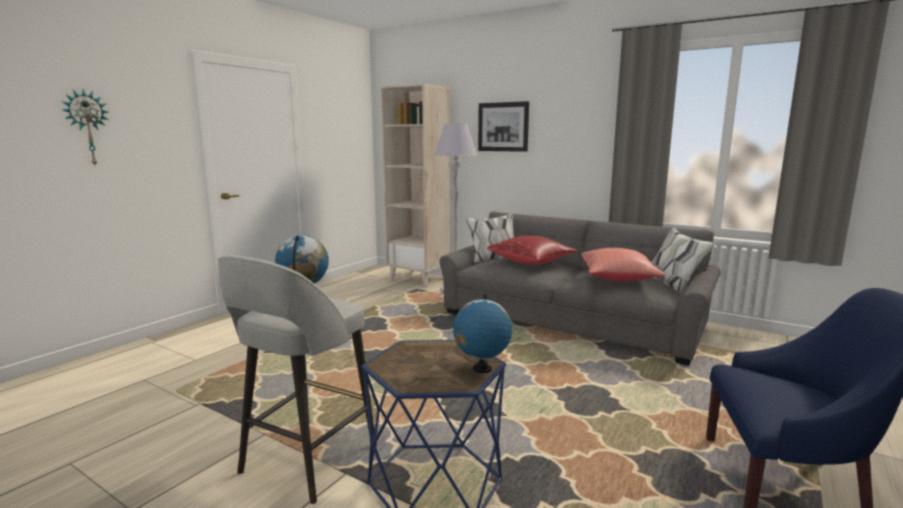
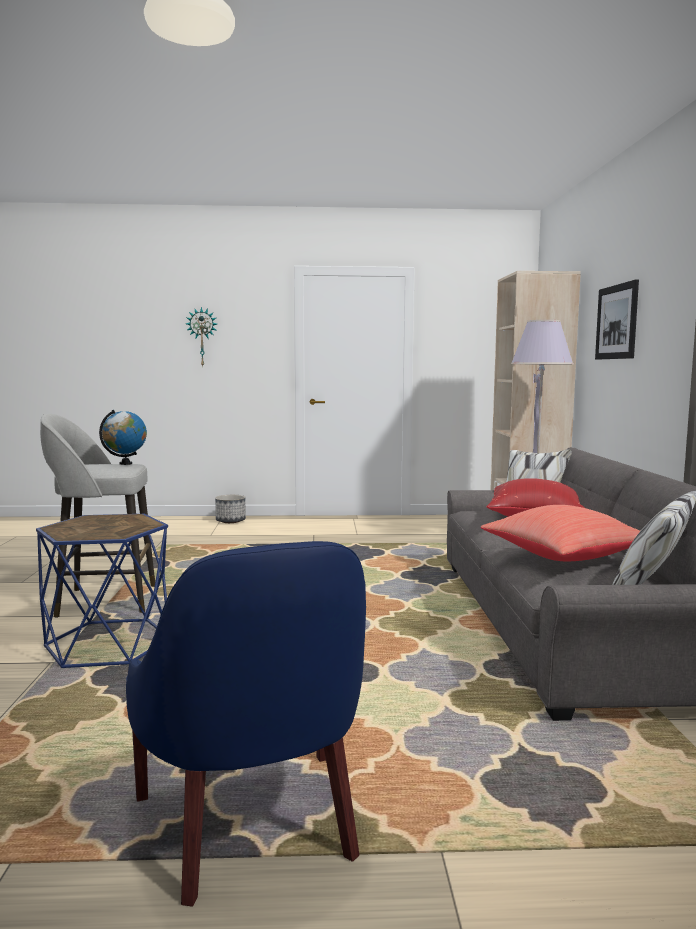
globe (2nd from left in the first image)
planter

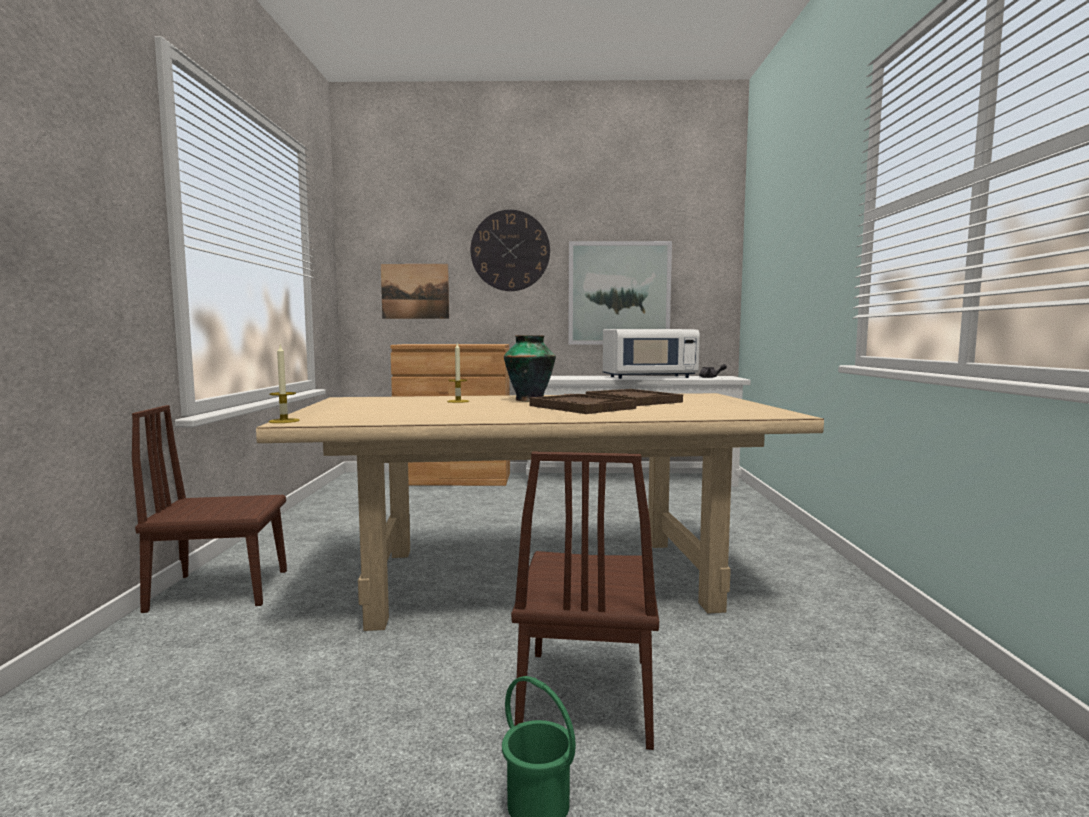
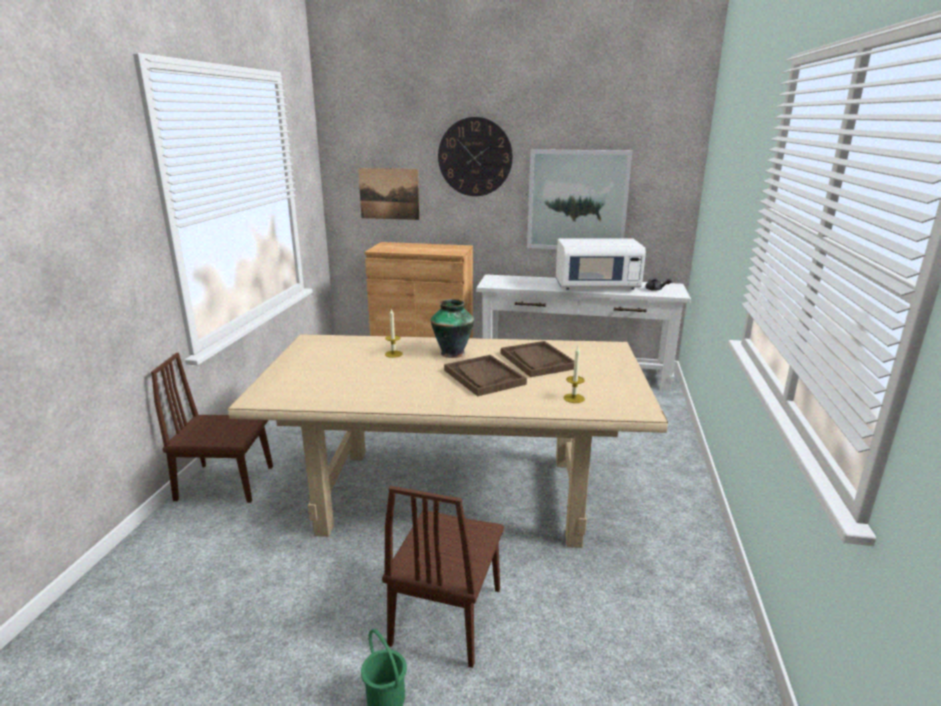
candle (2nd from left)

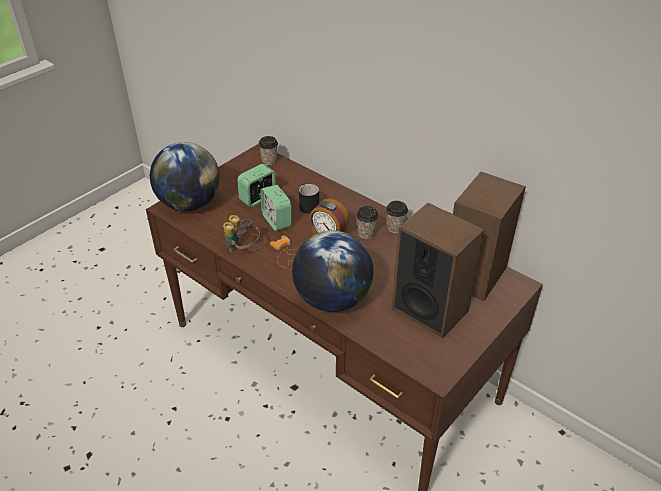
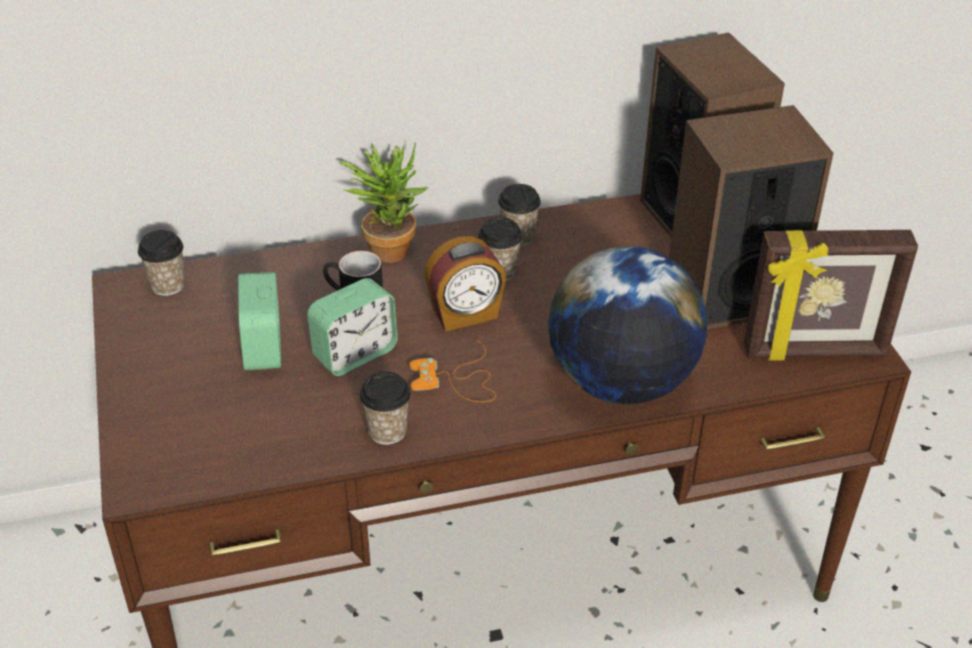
globe (1st from left in the first image)
alarm_clock (2nd from left)
cup (2nd from left)
potted_plant
picture_frame

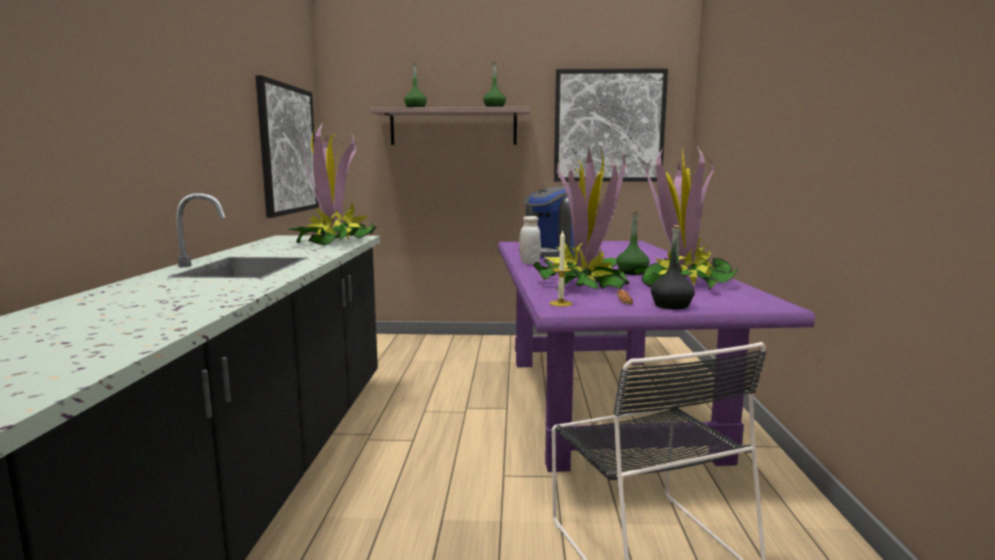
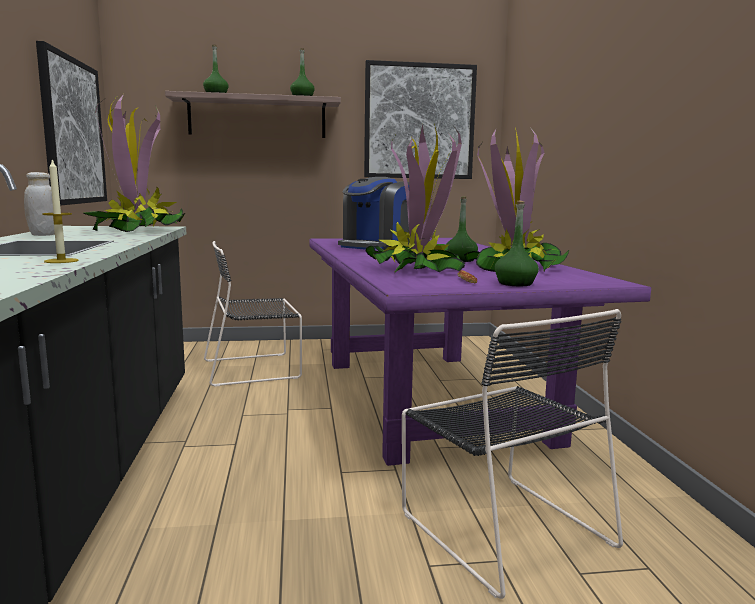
white_jar
green_bottle (4th from left)
candle
black_chair (1st from left)

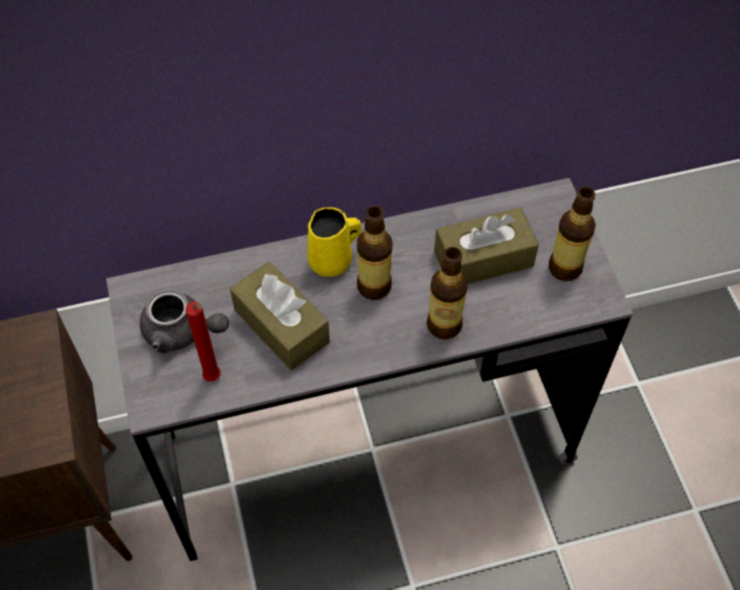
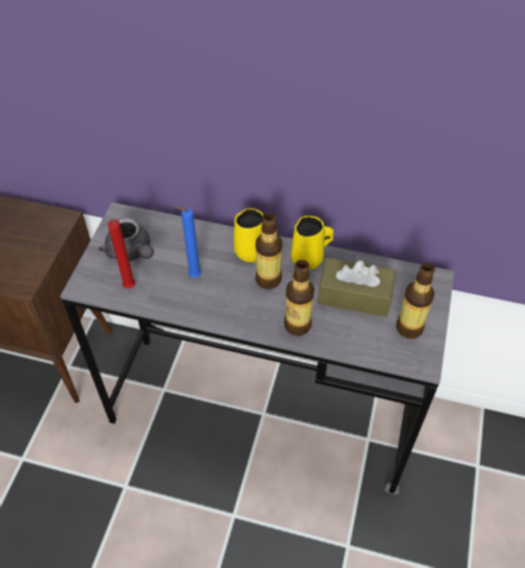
blue_candle
yellow_mug (2nd from left)

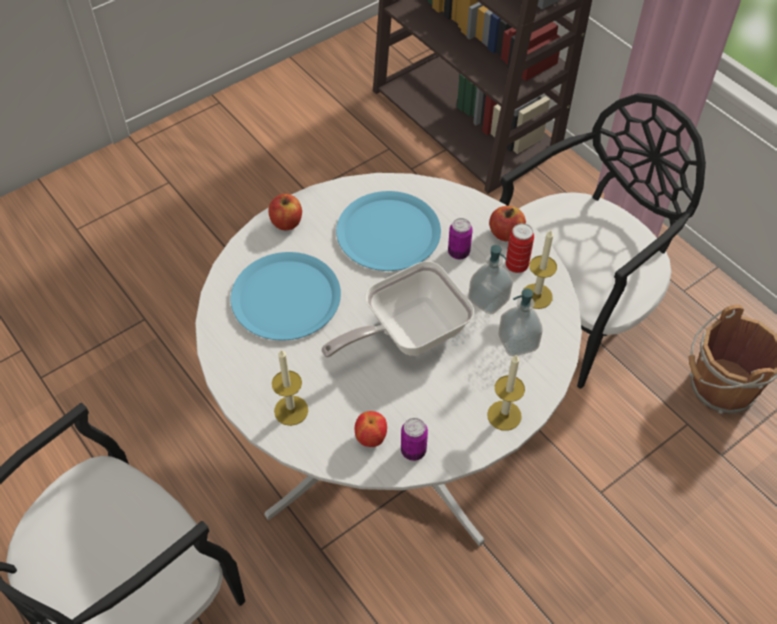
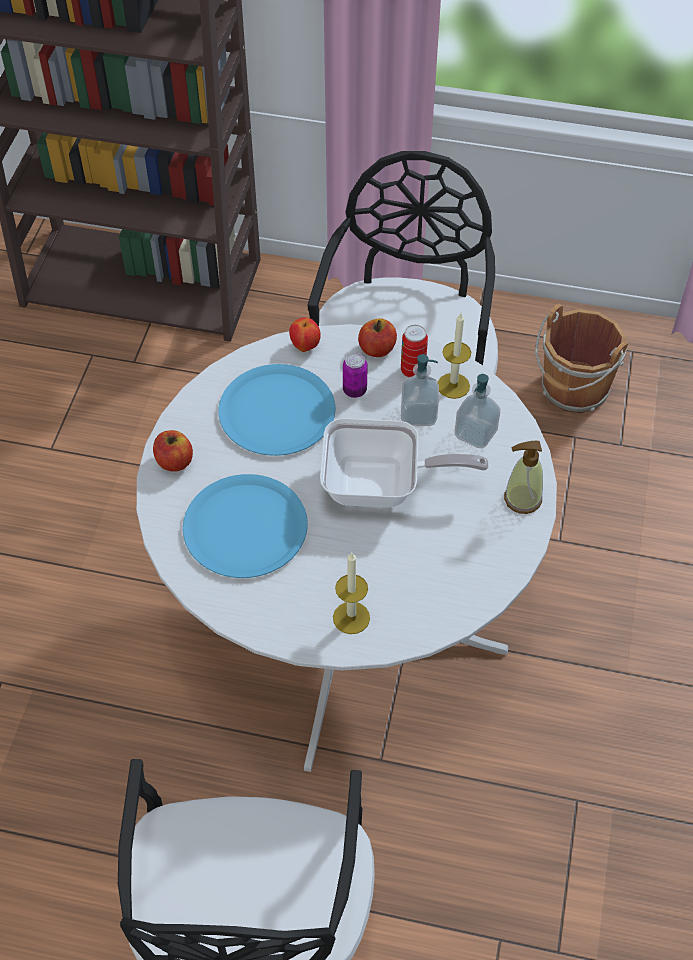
frying_pan
soap_dispenser (3rd from left)
apple (2nd from left)
can (1st from left in the first image)

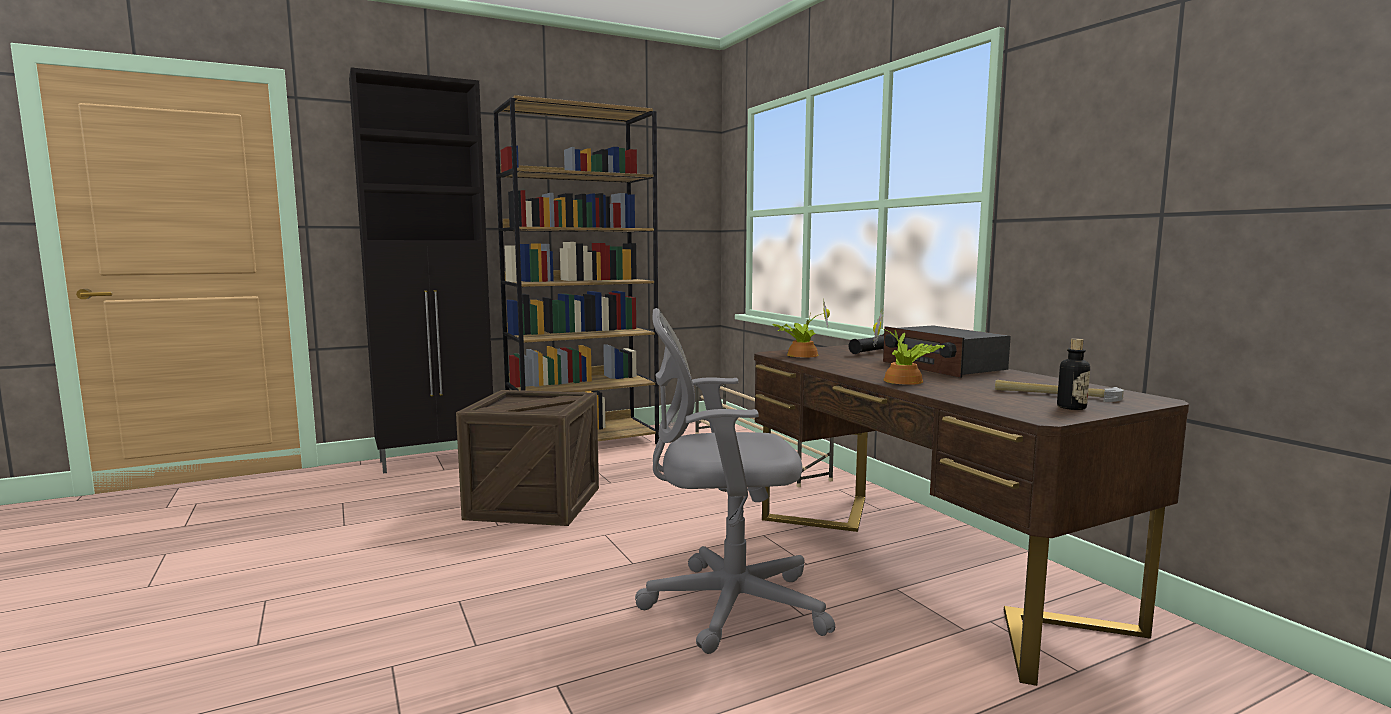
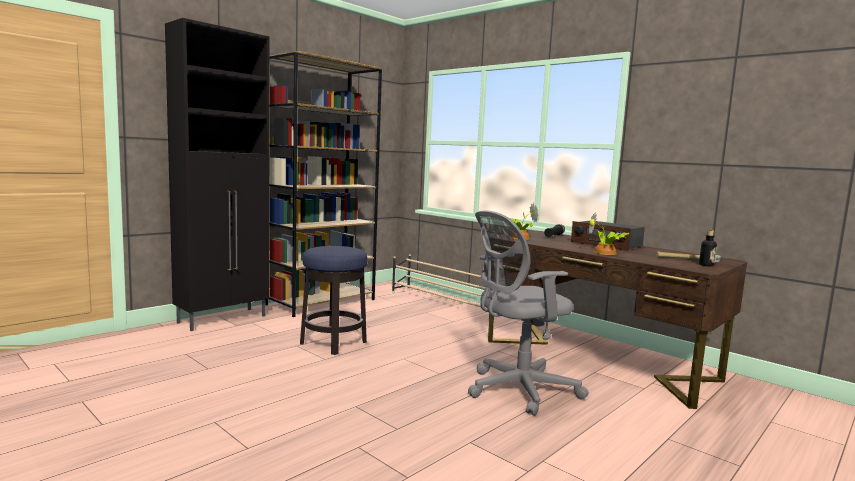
stool

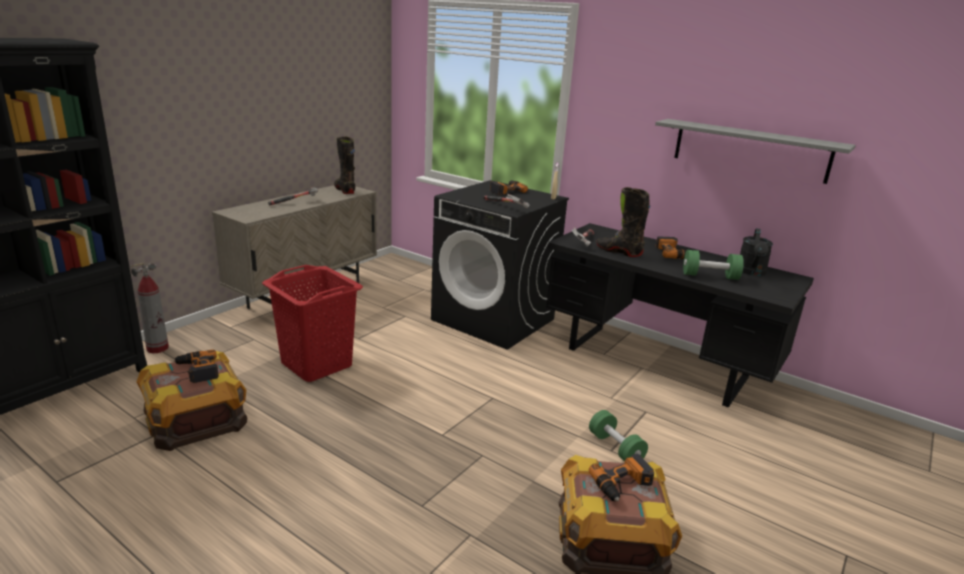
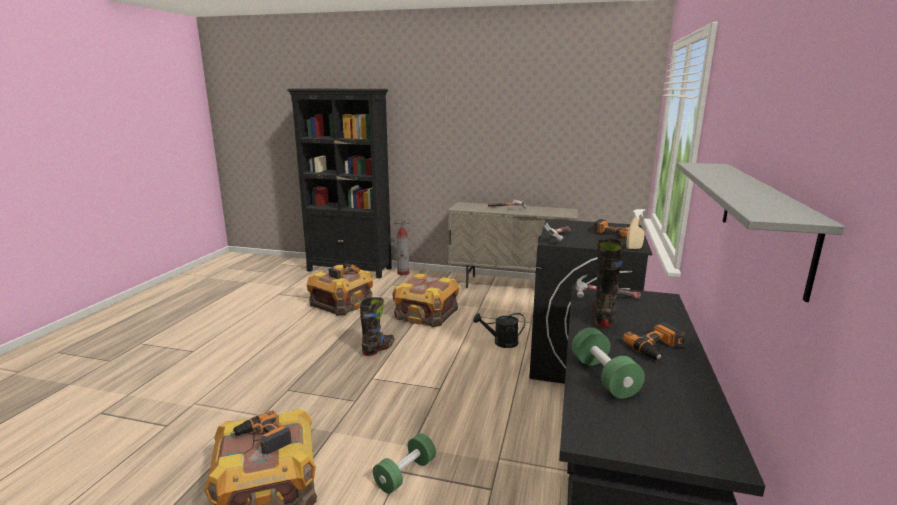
black_boot (1st from left)
black_watering_can
crate (3rd from left)

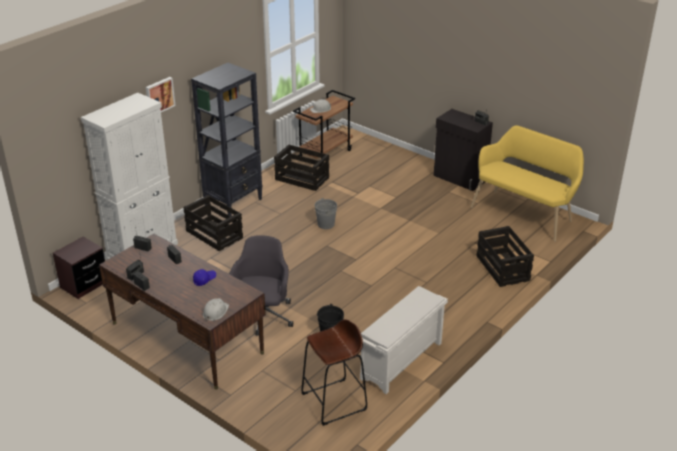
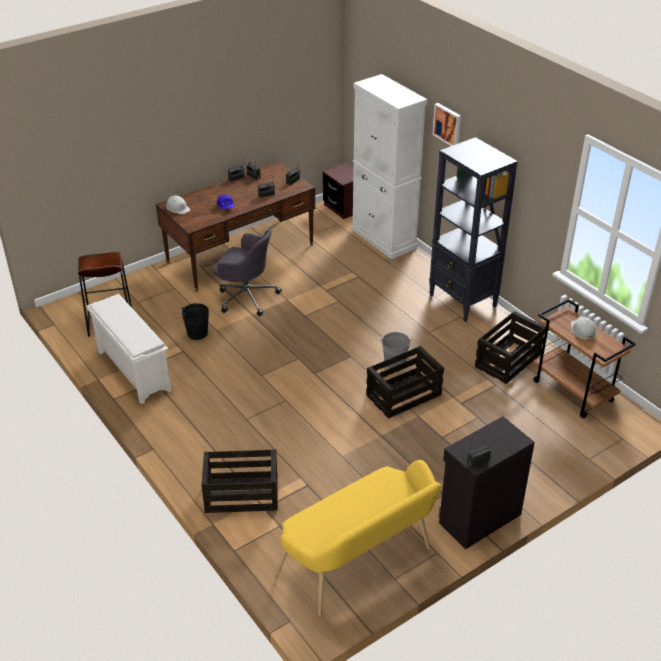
crate (2nd from left)

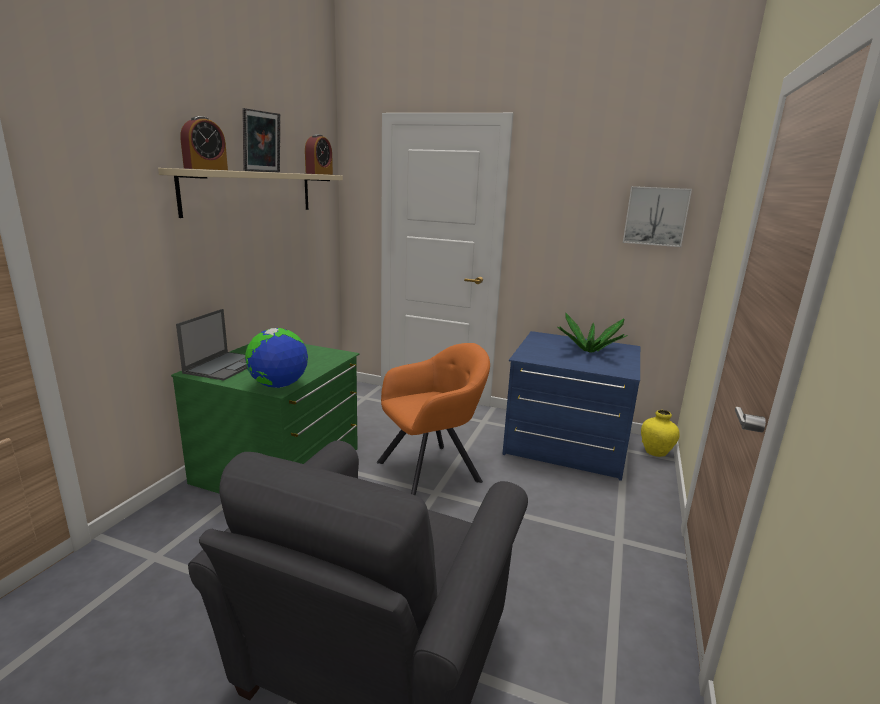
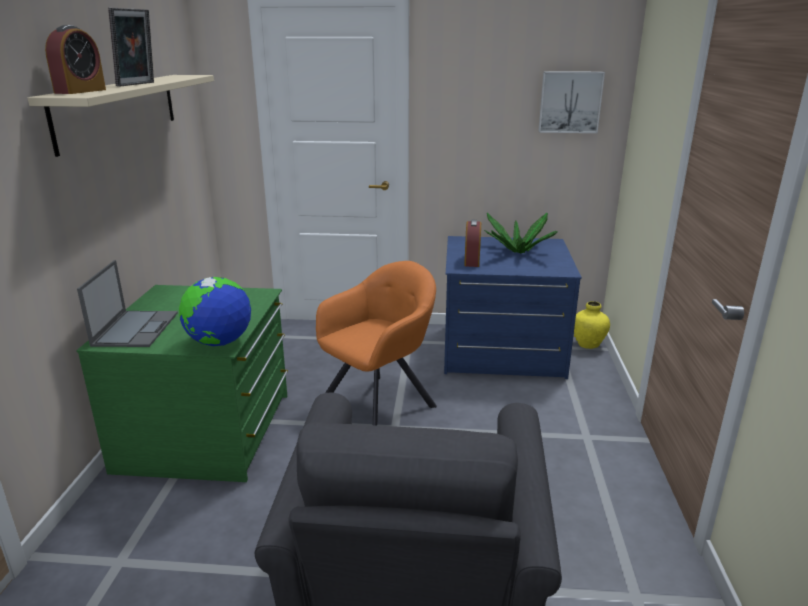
alarm_clock (2nd from left)

